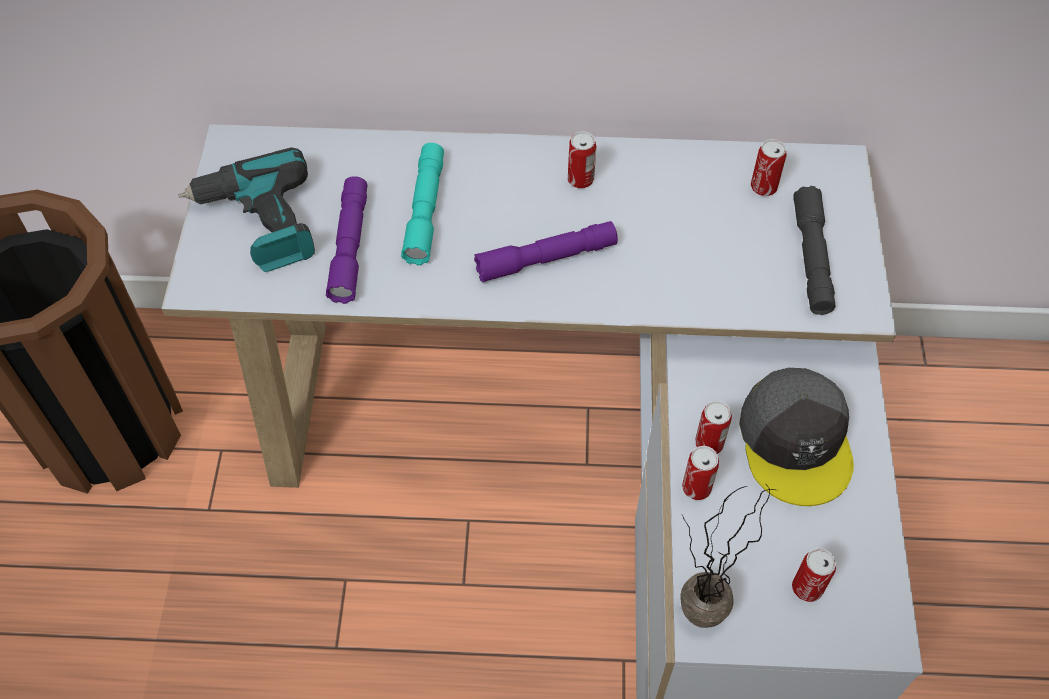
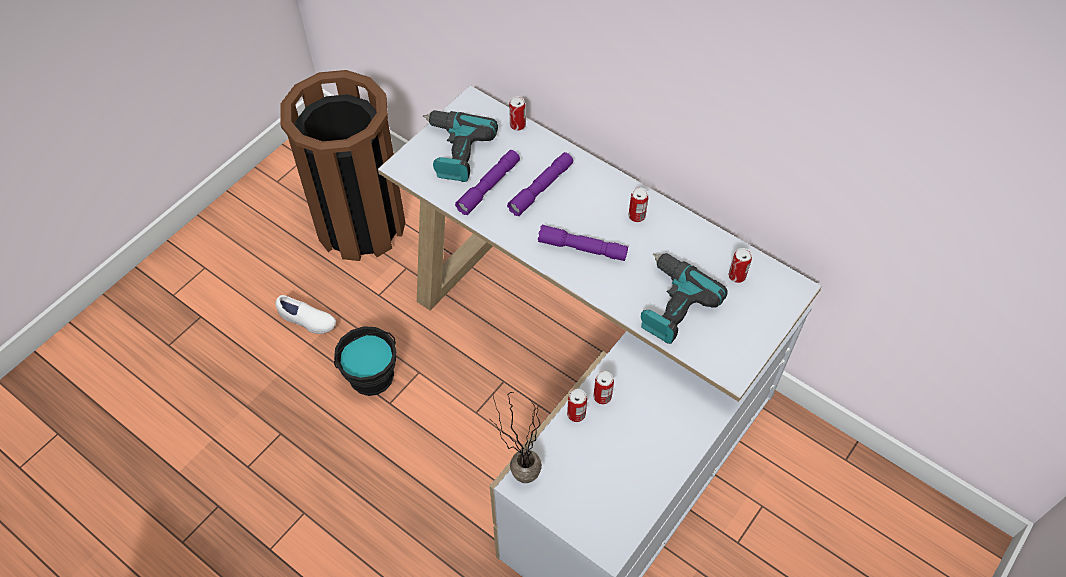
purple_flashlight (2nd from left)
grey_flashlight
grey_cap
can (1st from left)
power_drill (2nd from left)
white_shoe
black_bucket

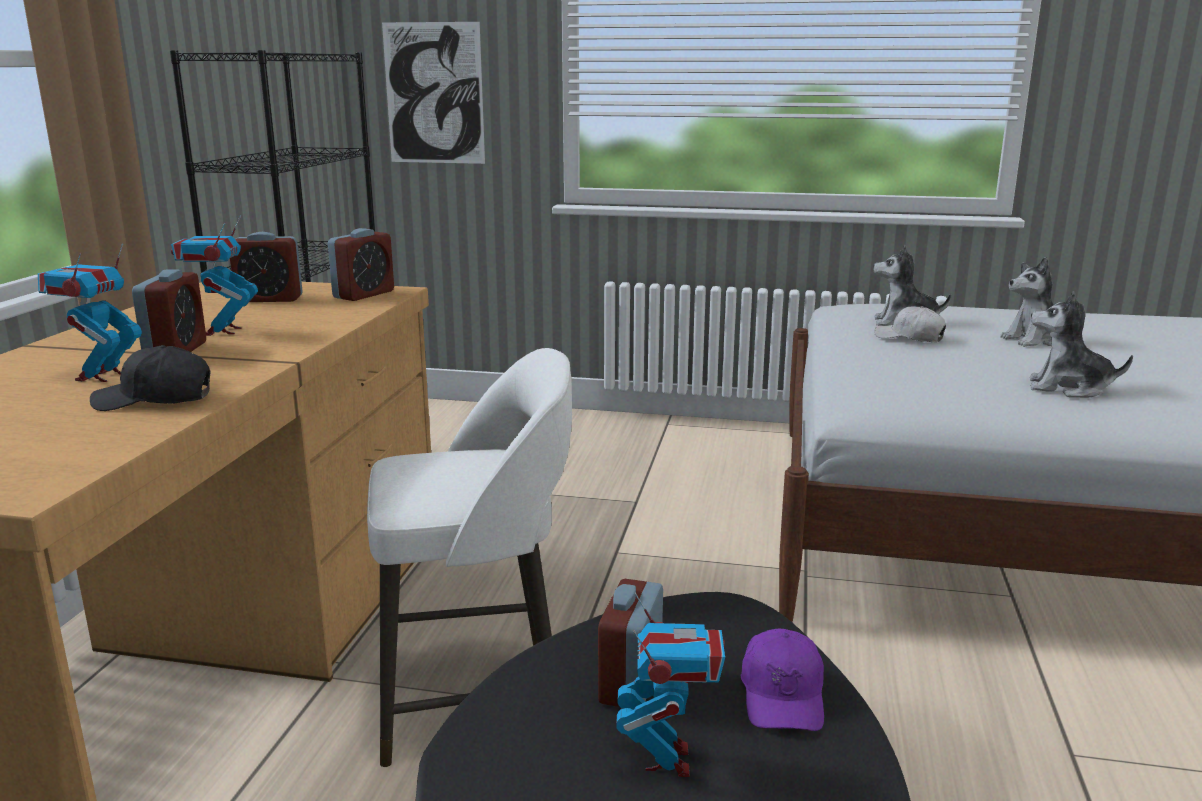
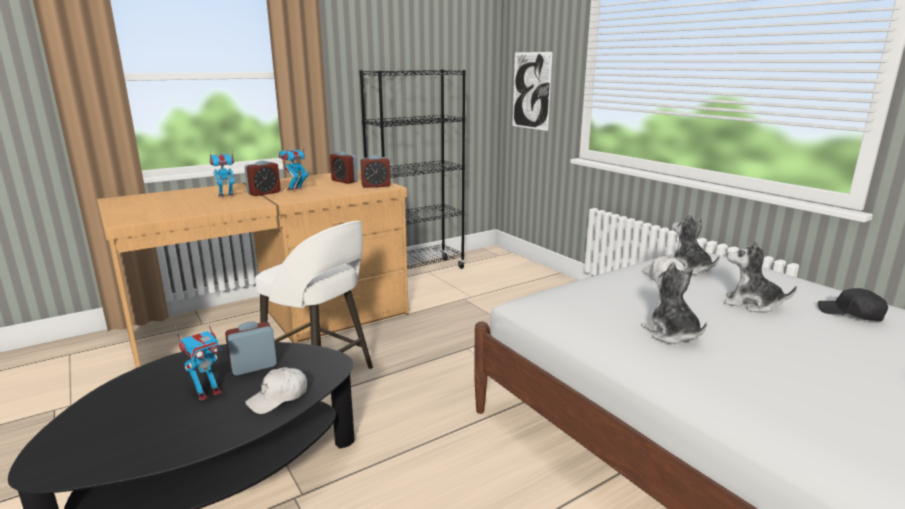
black_cap
white_cap (1st from left)

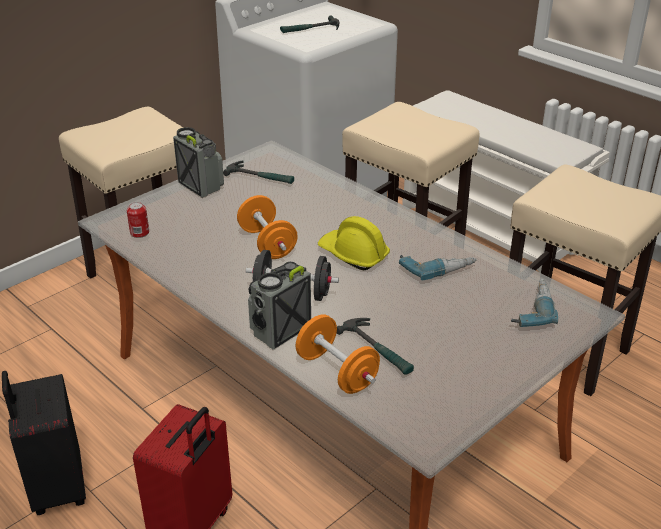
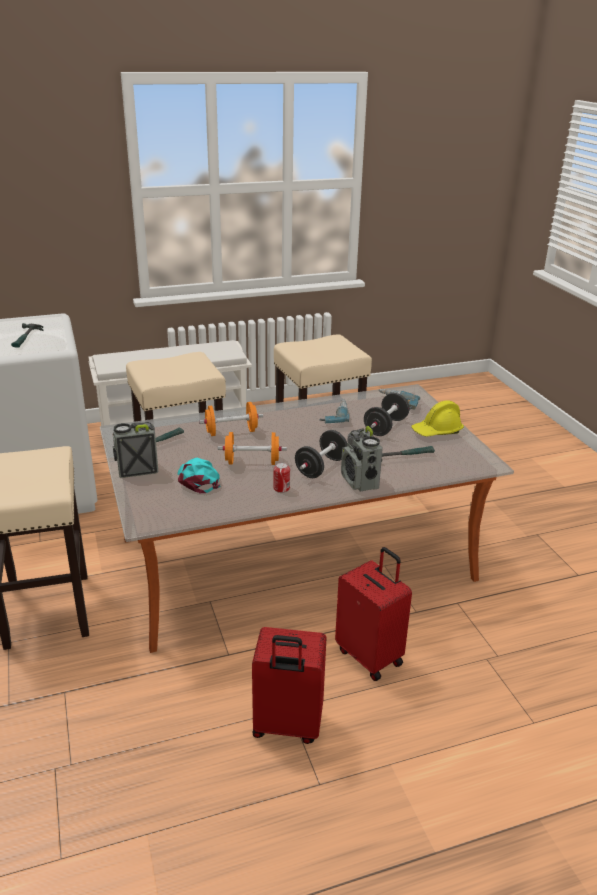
can
yellow_hard_hat
orange_dumbbell (1st from left)
red_suitcase (1st from left)
black_dumbbell (2nd from left)
turquoise_cap

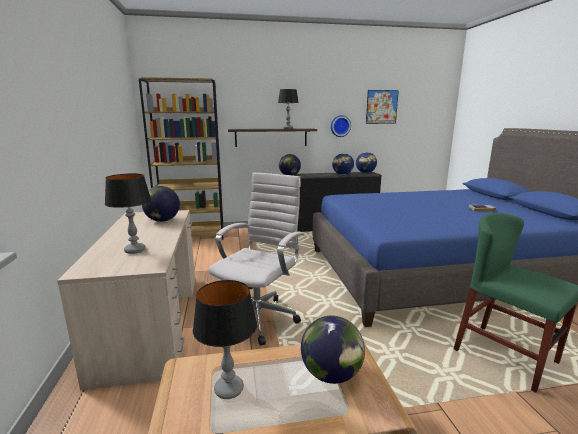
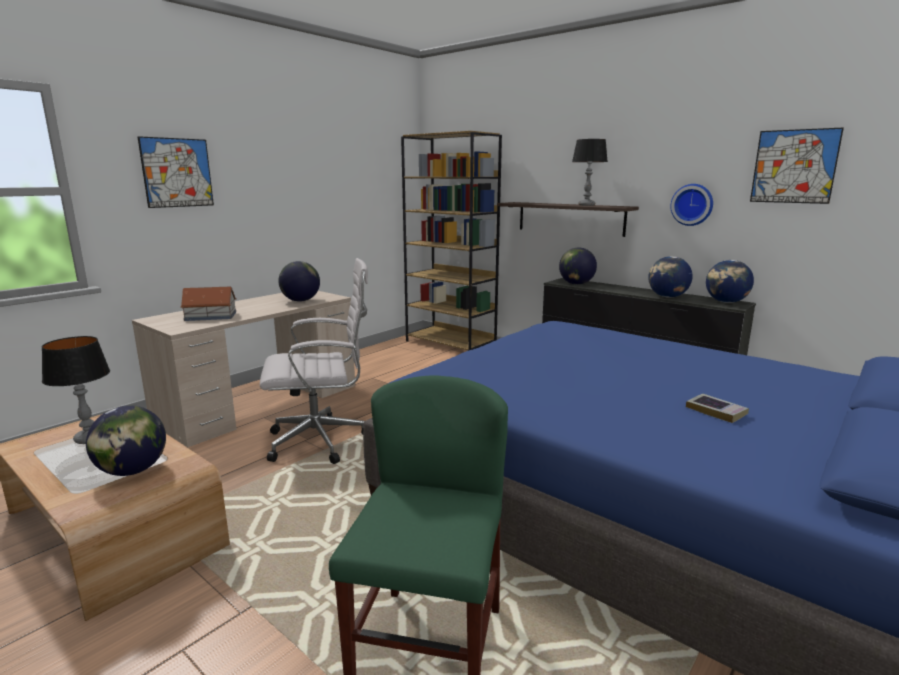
toy_house
picture (1st from left)

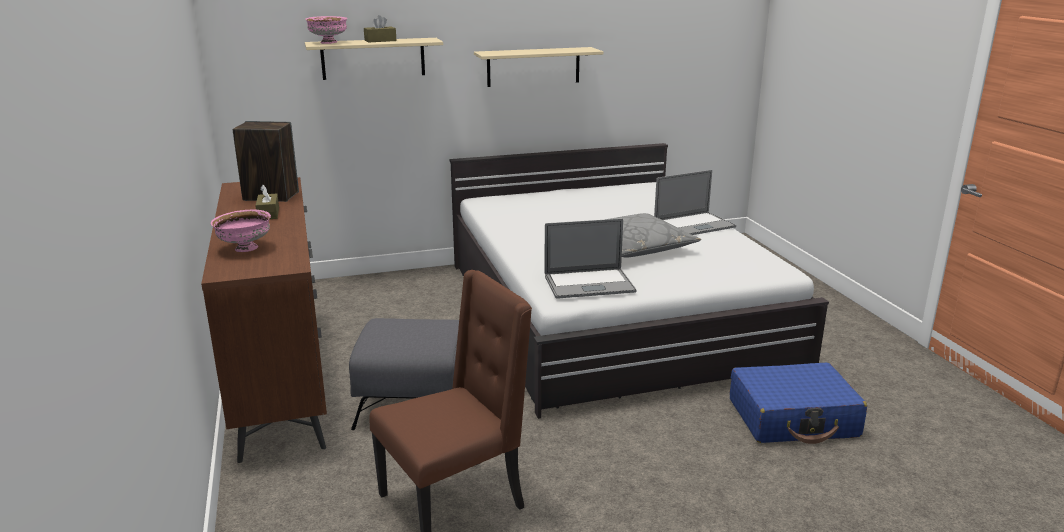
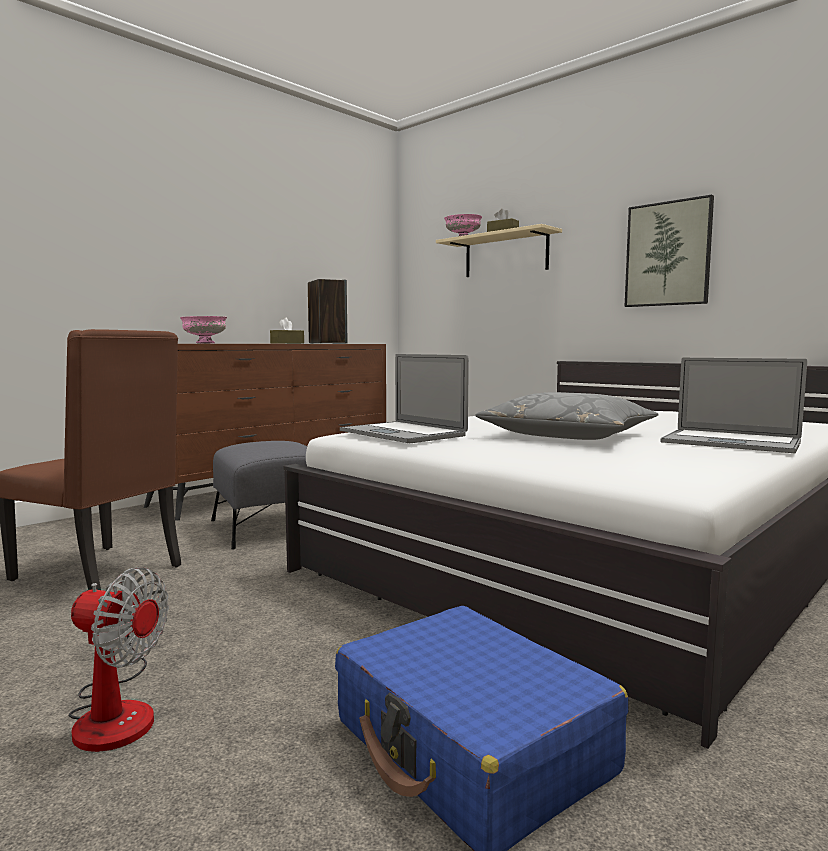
picture
fan

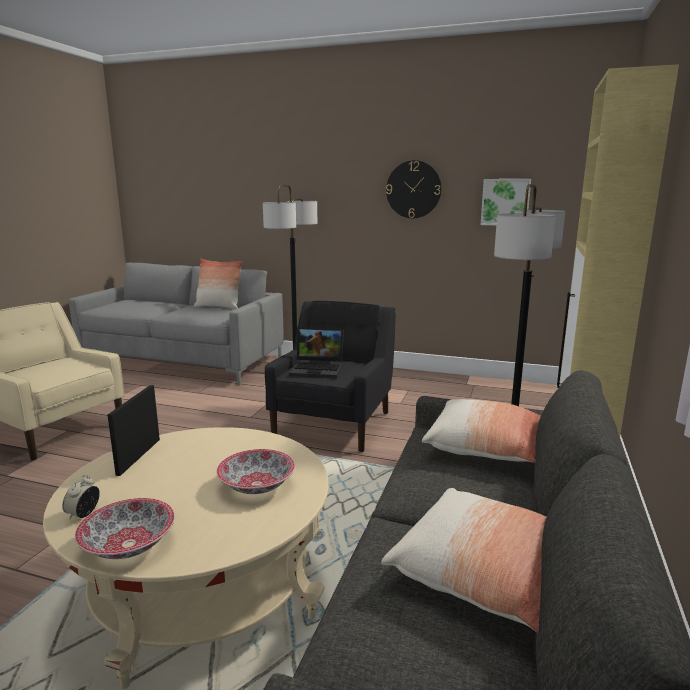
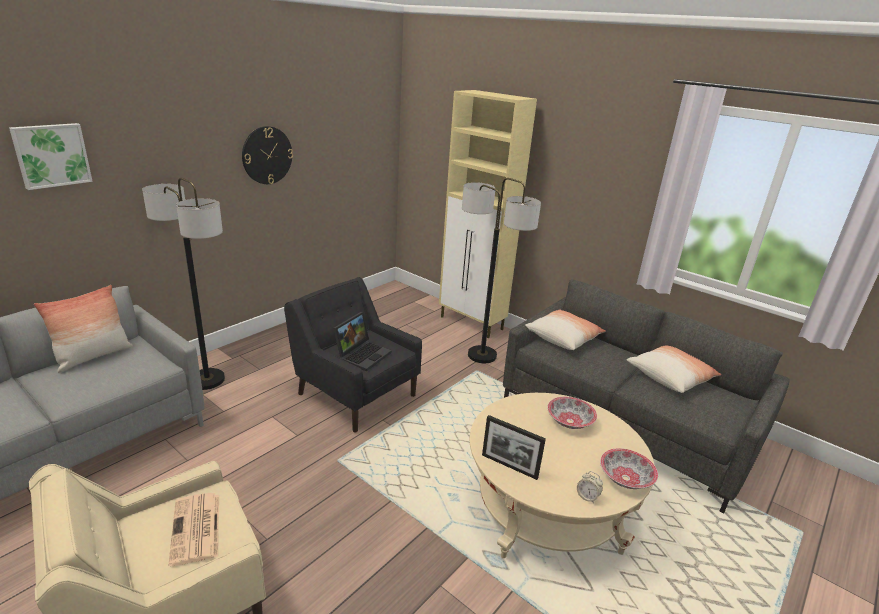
picture
newspaper

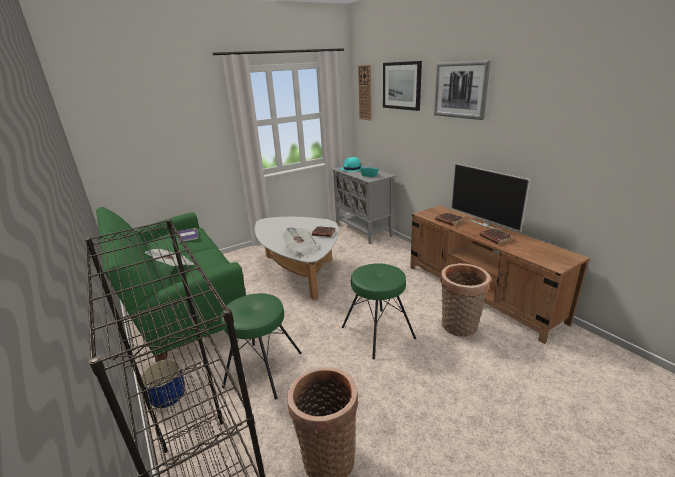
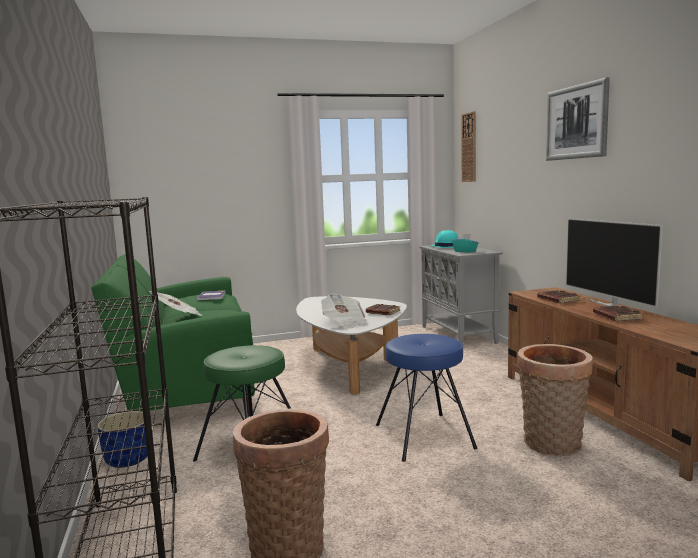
picture (1st from left in the first image)
blue_stool

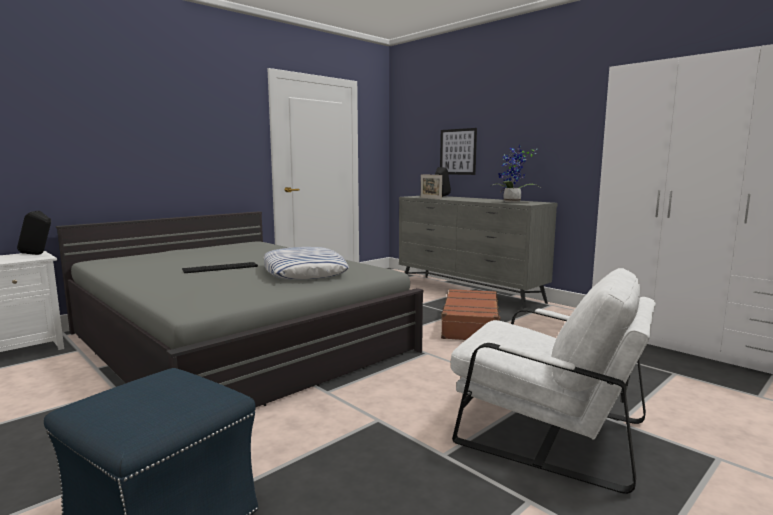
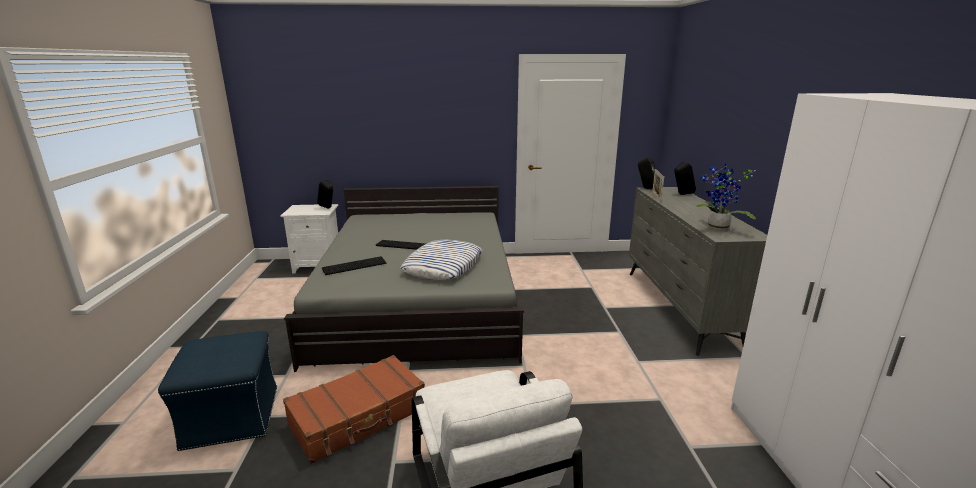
picture
brown_suitcase
black_speaker (2nd from left)
keyboard (1st from left)

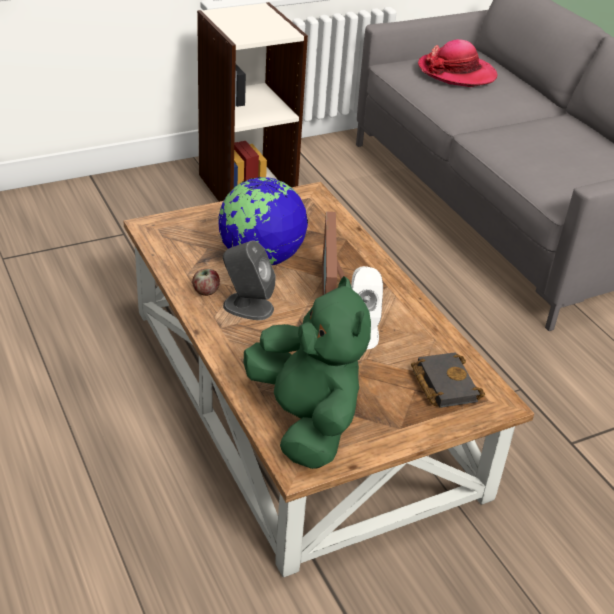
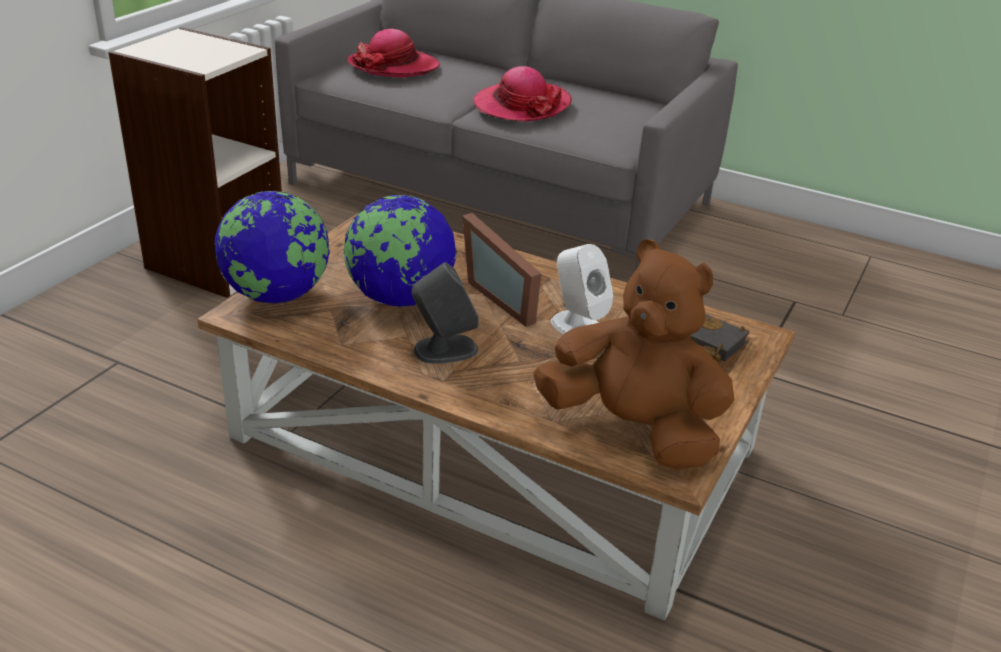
apple
brown_plush_toy
hat (2nd from left)
globe (1st from left)

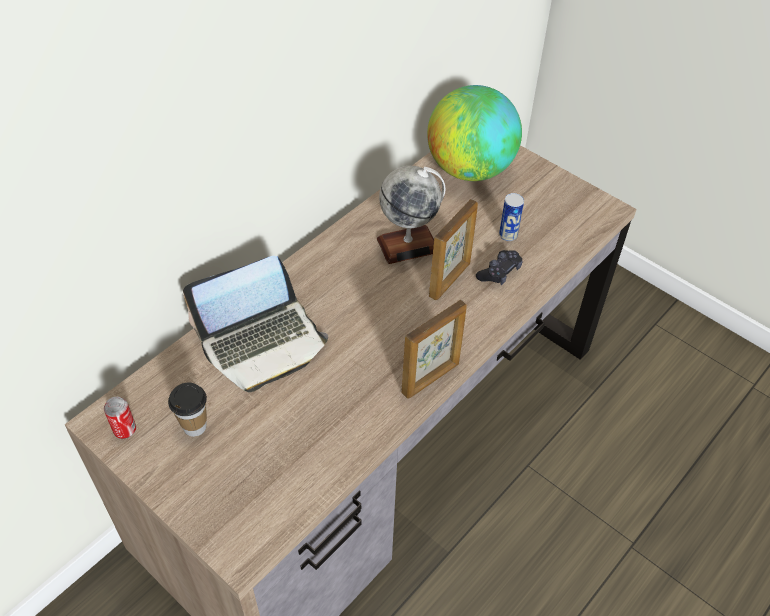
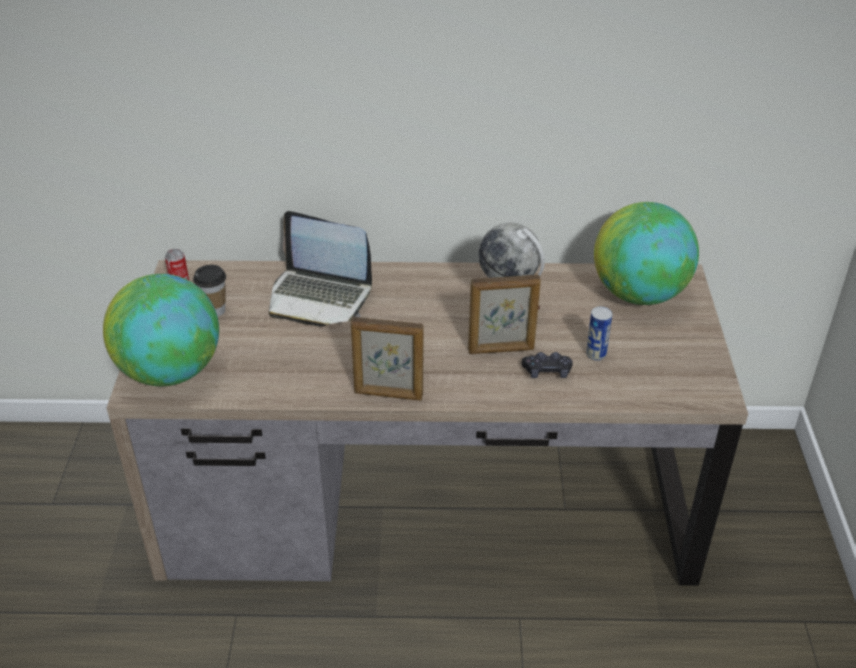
globe (1st from left)

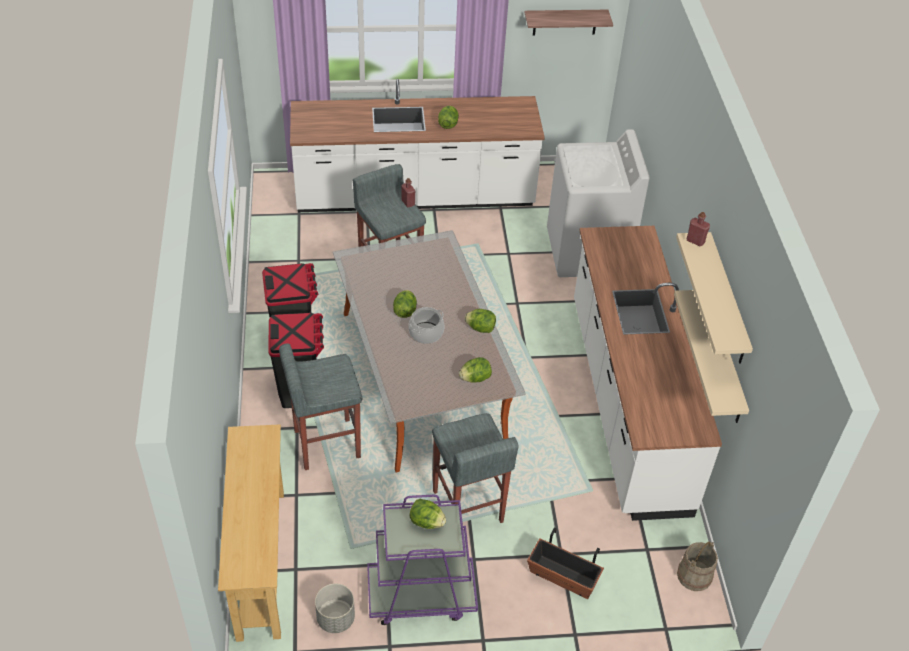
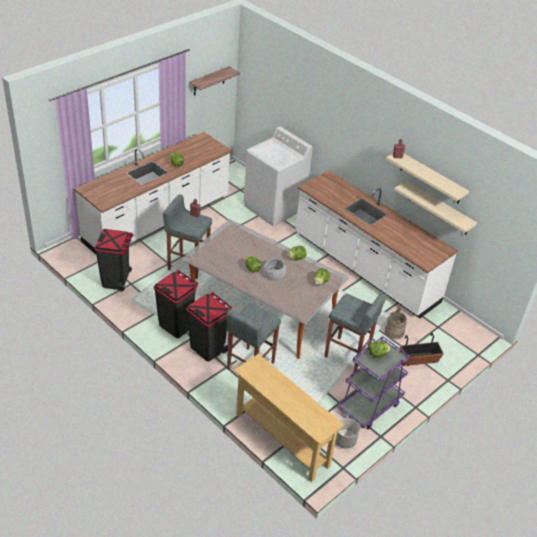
beige_bucket
black_trash_can (1st from left)

